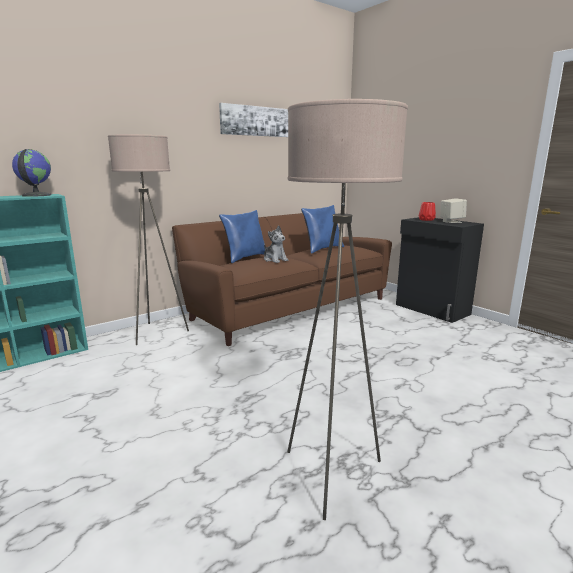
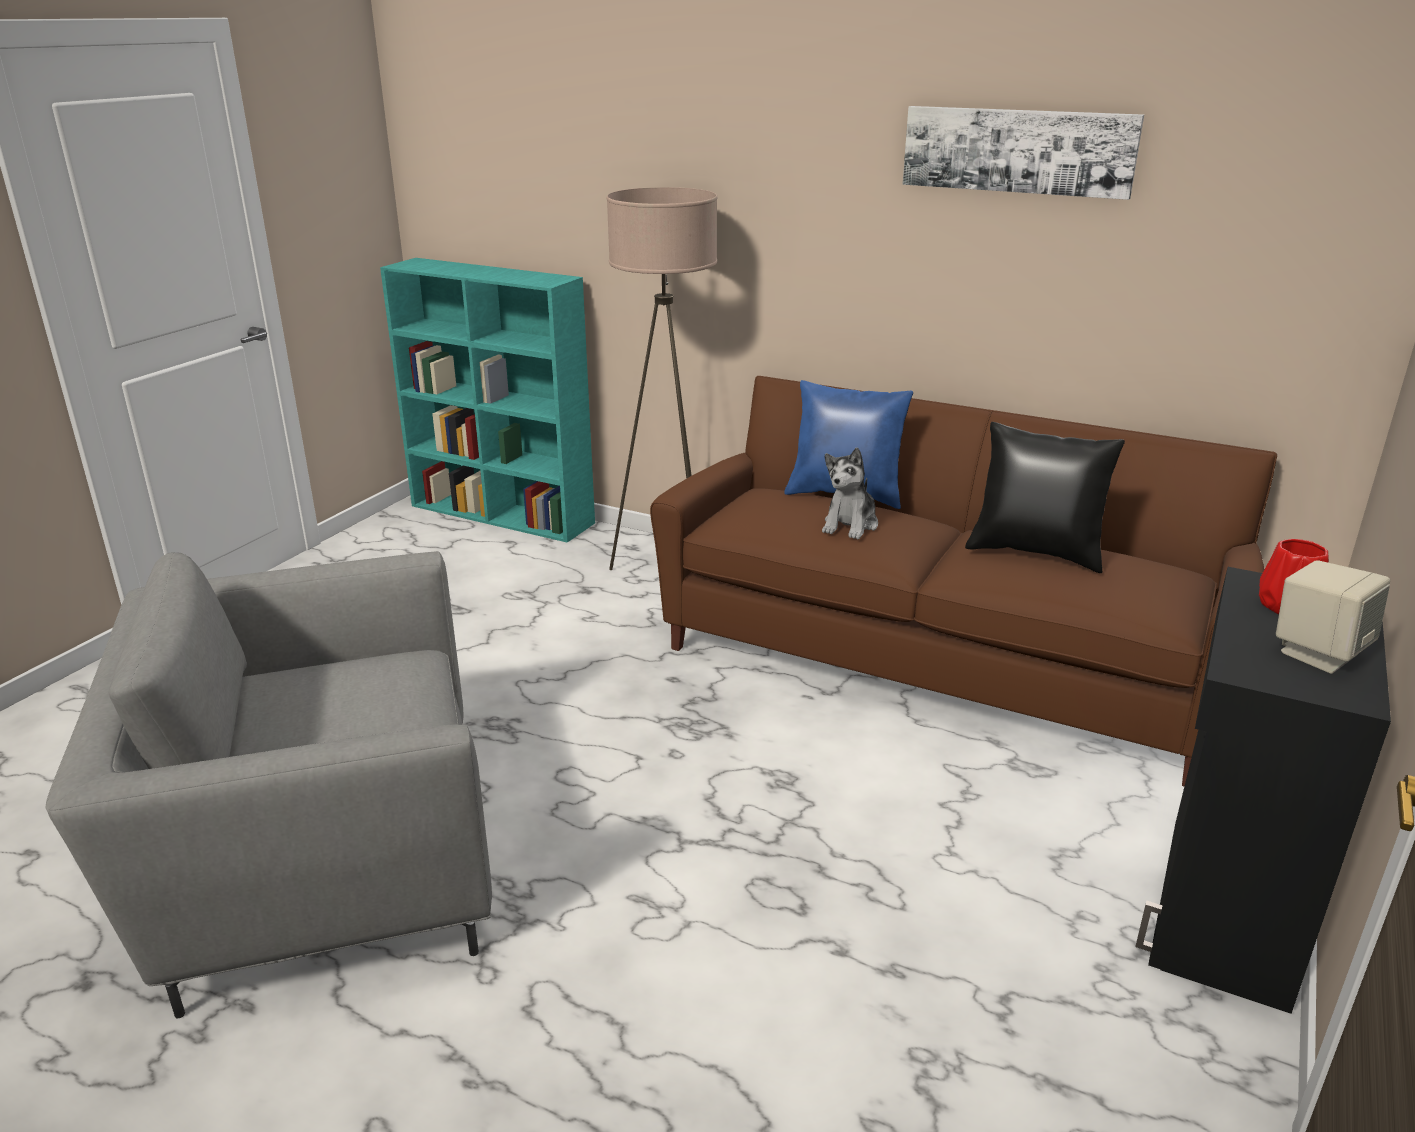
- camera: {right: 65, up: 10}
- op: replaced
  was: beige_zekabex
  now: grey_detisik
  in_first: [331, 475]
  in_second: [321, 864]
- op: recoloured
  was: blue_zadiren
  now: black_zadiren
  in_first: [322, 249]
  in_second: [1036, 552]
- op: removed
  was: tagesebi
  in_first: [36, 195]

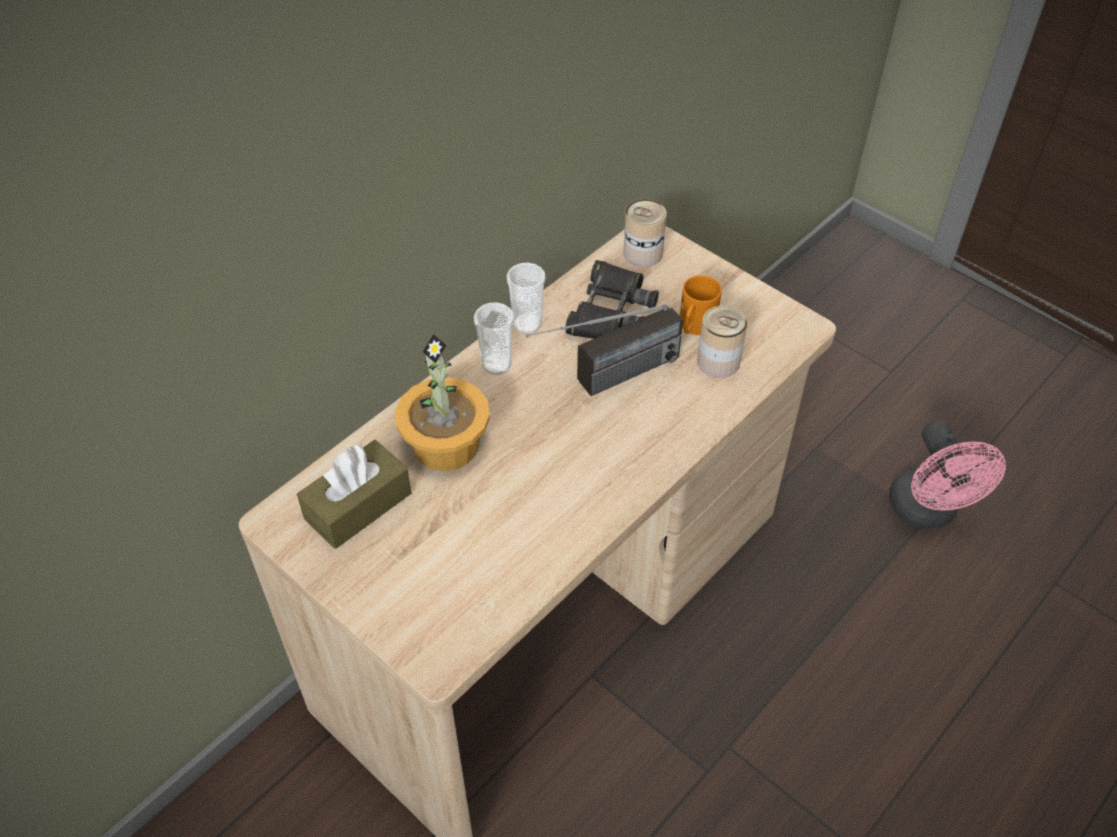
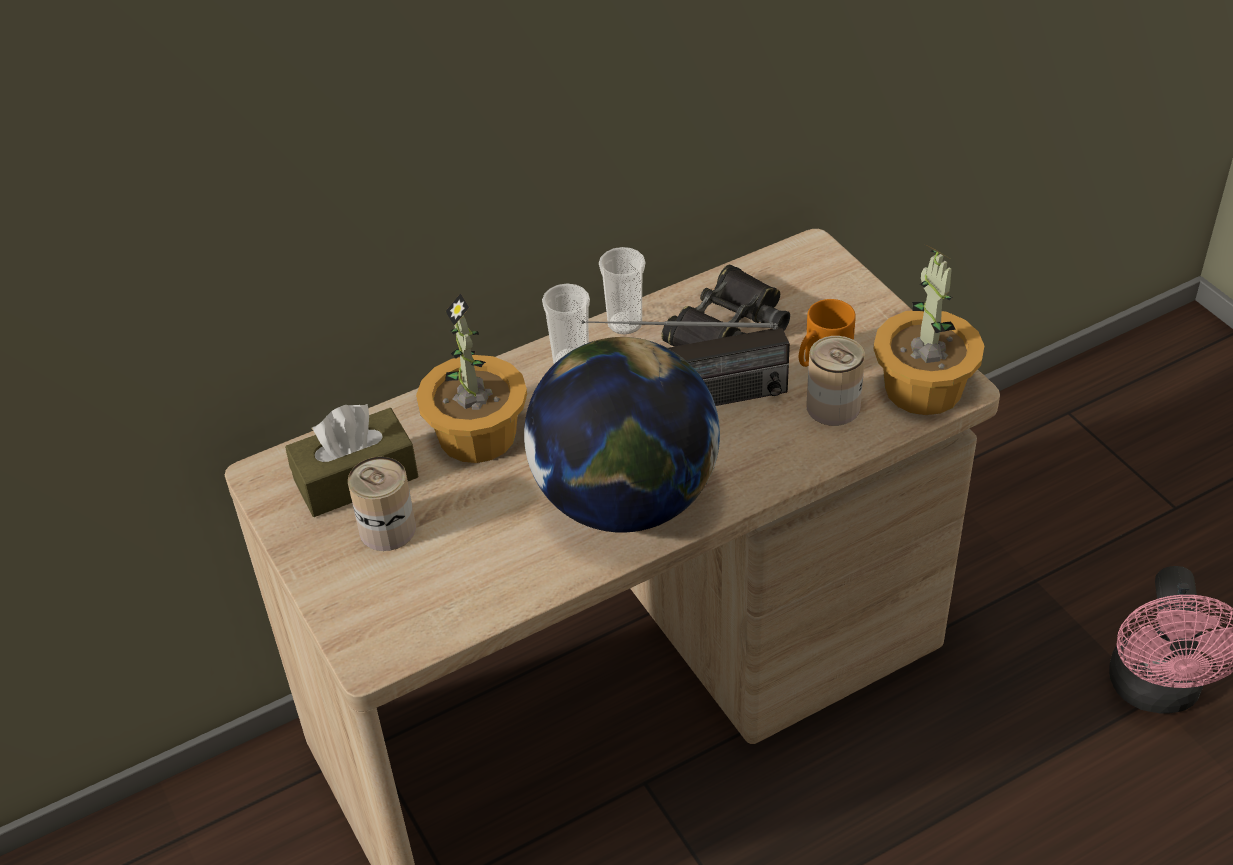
- camera: {right: 20, up: -5}
- op: moved
  was: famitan
  in_first: [643, 253]
  in_second: [387, 529]
- op: added
  now: tagesebi
  in_second: [625, 501]
- op: added
  now: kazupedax
  in_second: [922, 389]

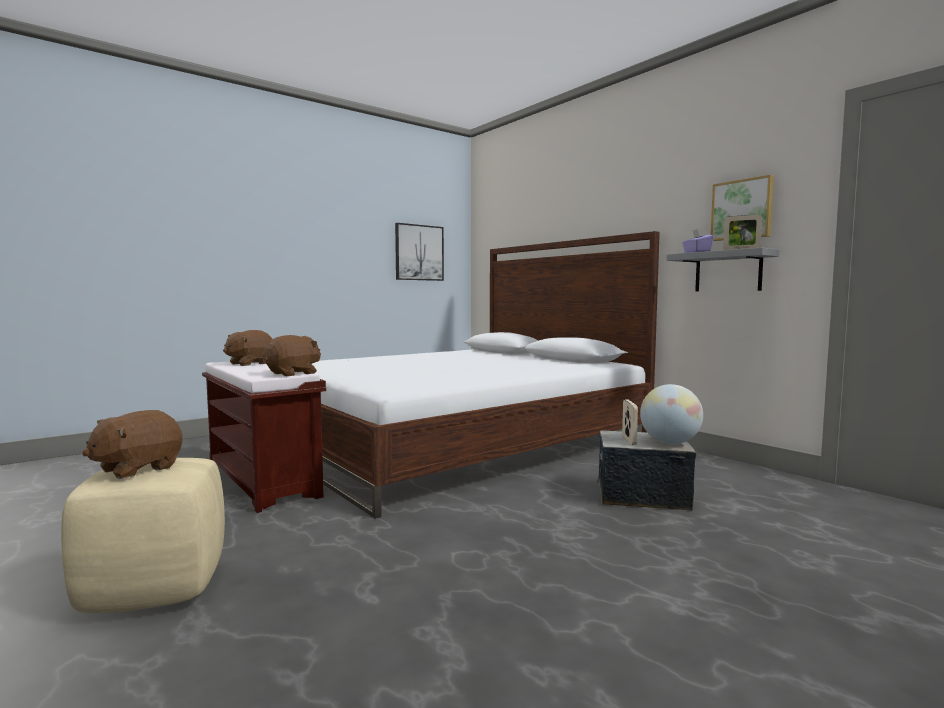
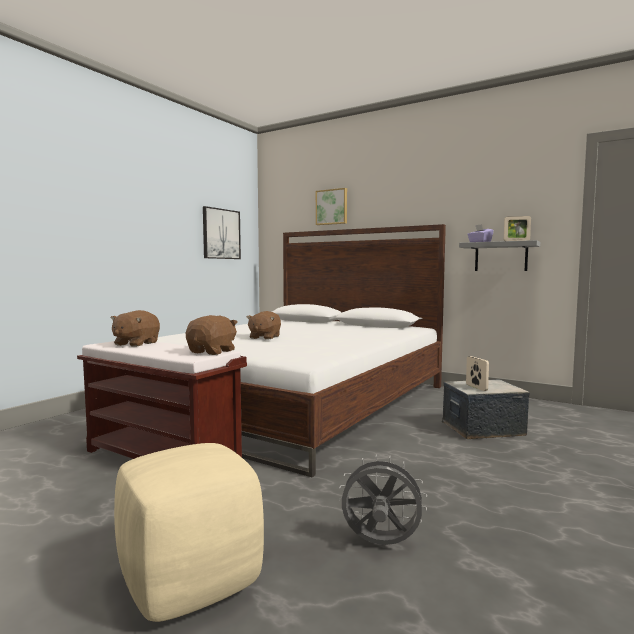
- camera: {right: -20, up: 0}
- op: moved
  was: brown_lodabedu
  in_first: [137, 469]
  in_second: [264, 337]
- op: moved
  was: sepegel
  in_first: [742, 209]
  in_second: [332, 207]
- op: added
  now: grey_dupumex
  in_second: [380, 544]
- op: removed
  was: tagesebi
  in_first: [670, 443]

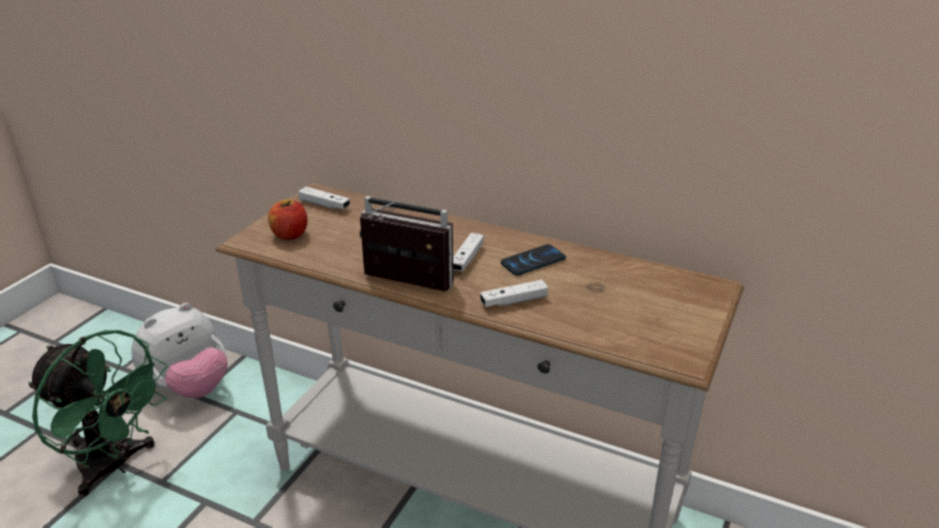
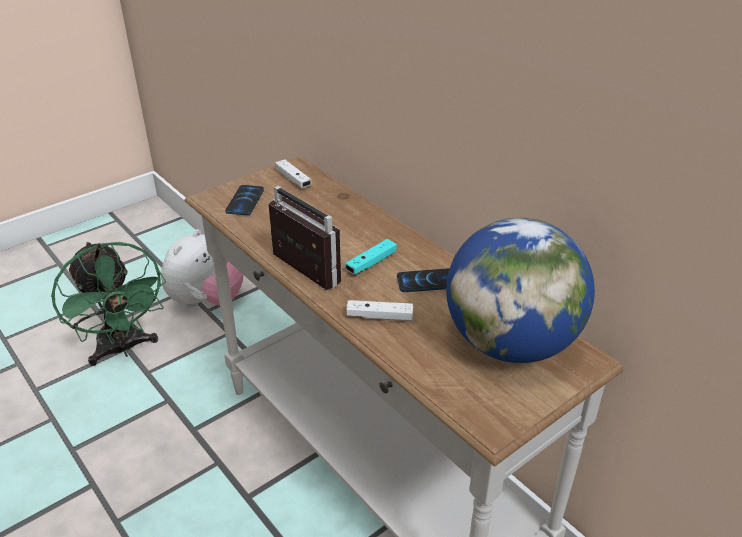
- camera: {right: 25, up: 5}
- op: turned
  was: lodabedu
  in_first: [189, 387]
  in_second: [206, 301]
  clockwise: -45
- op: replaced
  was: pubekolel
  now: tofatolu
  in_first: [290, 235]
  in_second: [245, 201]
- op: recoloured
  was: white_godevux
  now: turquoise_godevux
  in_first: [467, 259]
  in_second: [371, 263]
- op: added
  now: tagesebi
  in_second: [510, 343]

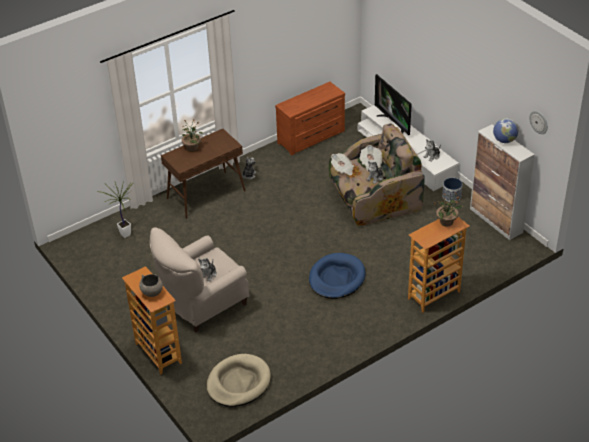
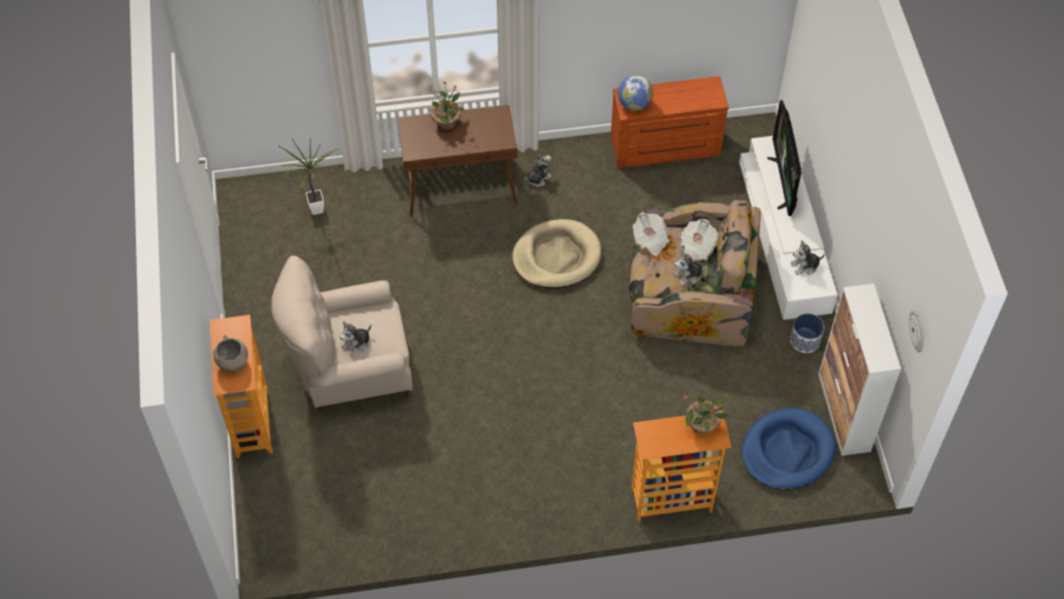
- camera: {right: 25, up: 15}
- op: moved
  was: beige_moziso
  in_first: [238, 383]
  in_second: [556, 257]
- op: moved
  was: tagesebi
  in_first: [504, 140]
  in_second: [634, 104]
- op: moved
  was: blue_moziso
  in_first: [336, 278]
  in_second: [787, 451]

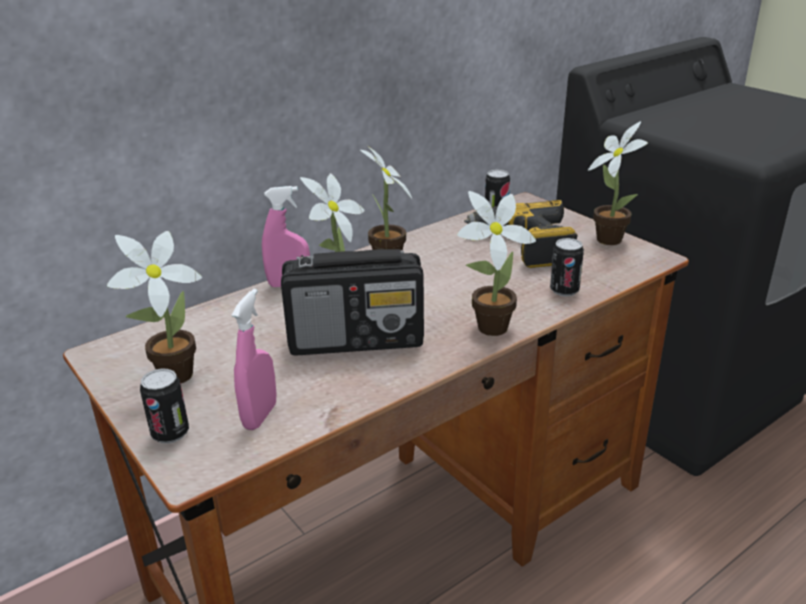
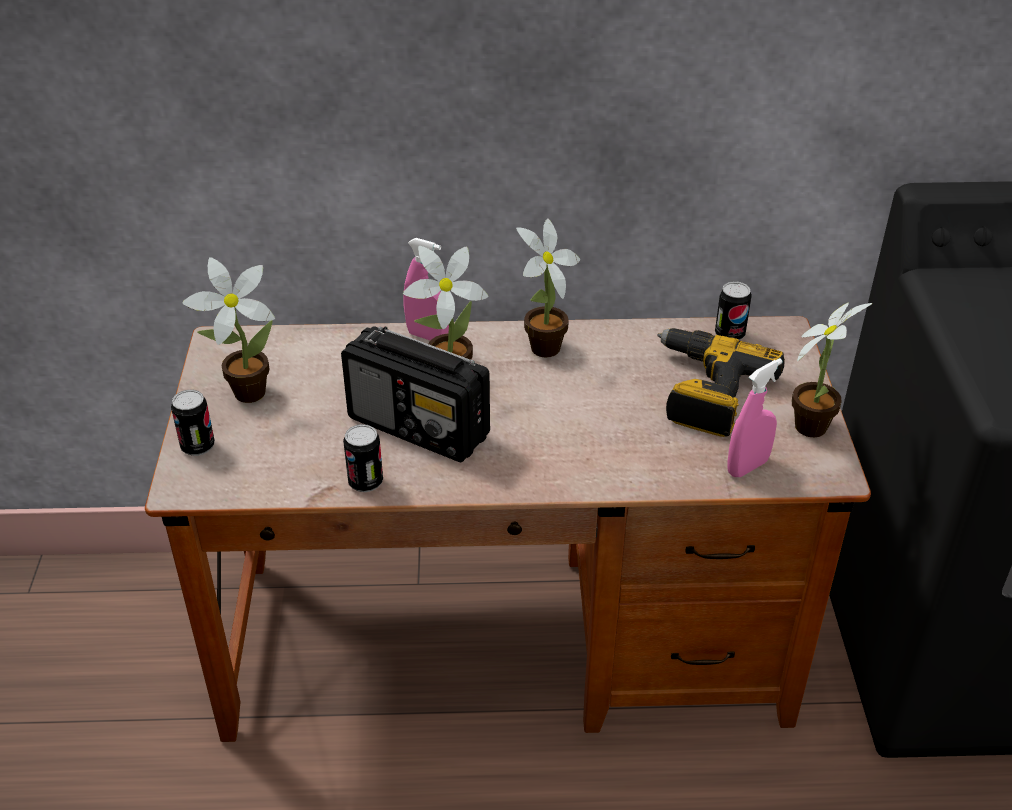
- camera: {right: 35, up: 10}
- op: moved
  was: famitan
  in_first: [564, 290]
  in_second: [365, 482]
- op: moved
  was: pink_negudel
  in_first: [260, 416]
  in_second: [747, 467]
- op: removed
  was: kazupedax
  in_first: [487, 329]

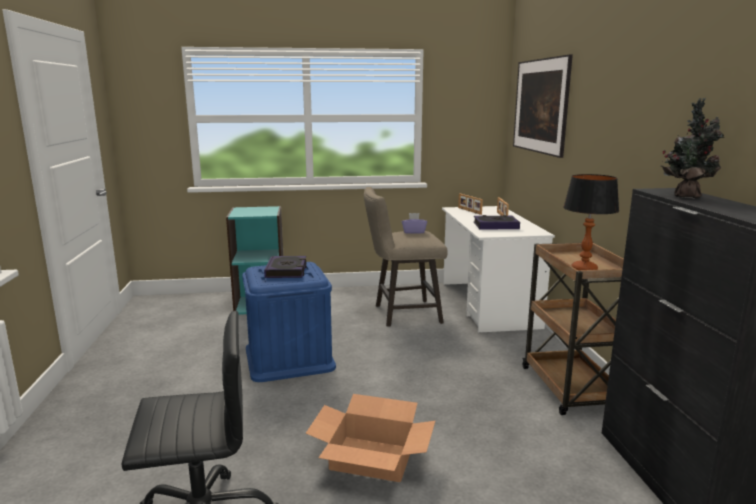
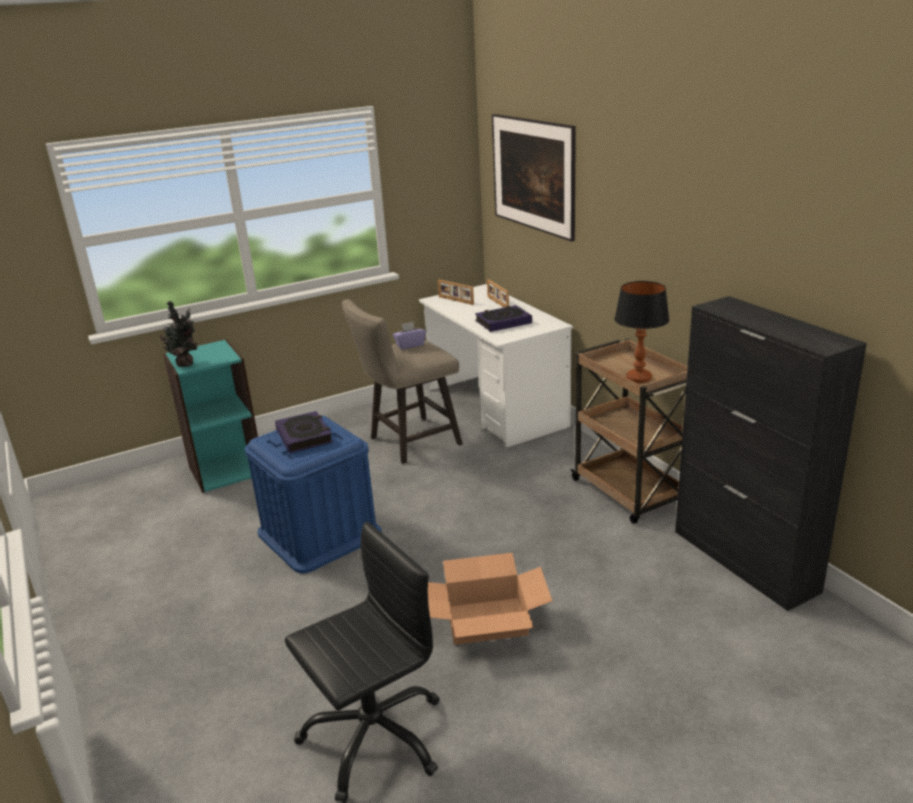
- camera: {right: -20, up: 10}
- op: moved
  was: kazupedax
  in_first: [686, 196]
  in_second: [185, 363]

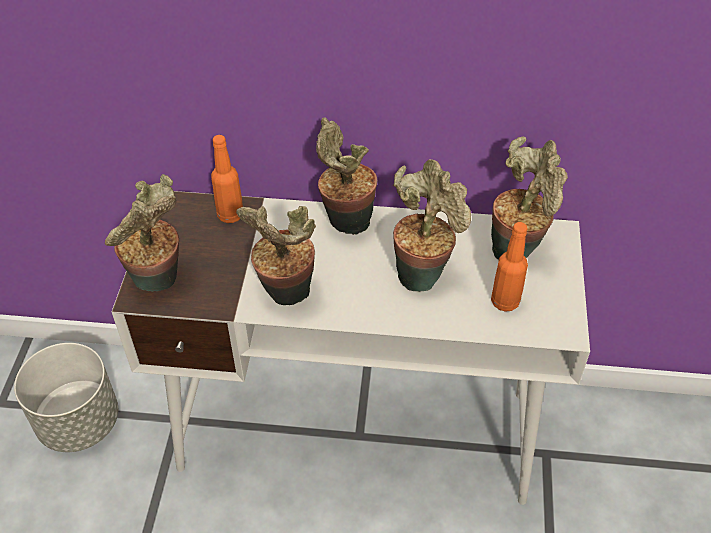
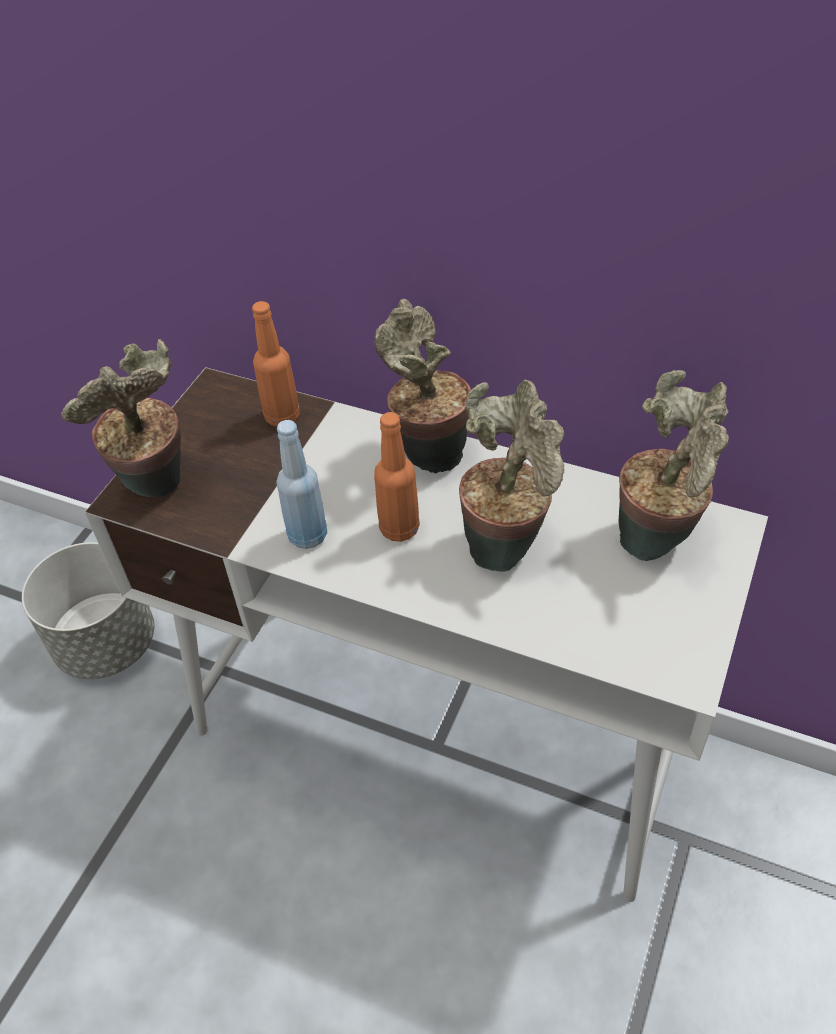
- camera: {right: 20, up: 0}
- op: replaced
  was: kazupedax
  now: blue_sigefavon
  in_first: [284, 294]
  in_second: [307, 535]
- op: moved
  was: orange_sigefavon
  in_first: [504, 302]
  in_second: [399, 528]

